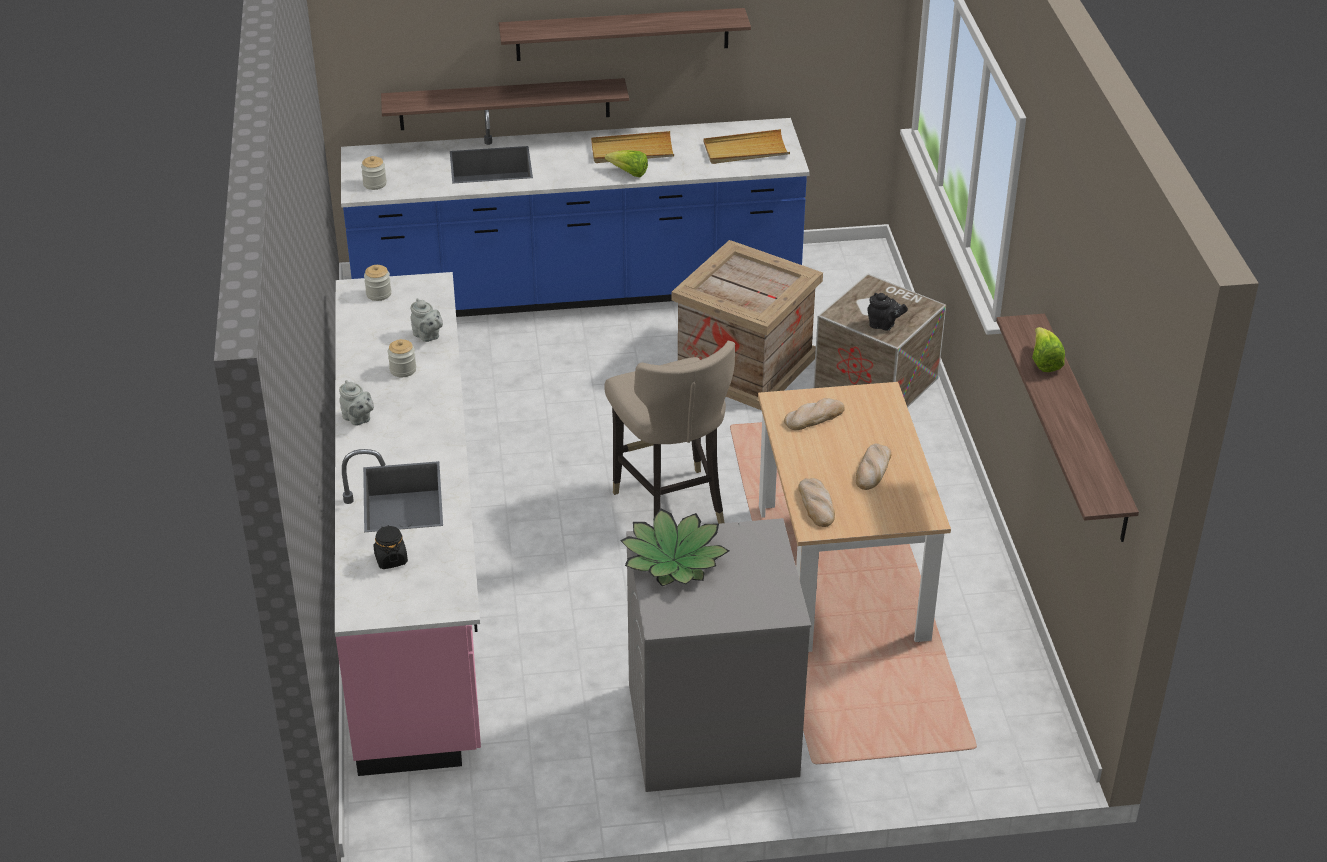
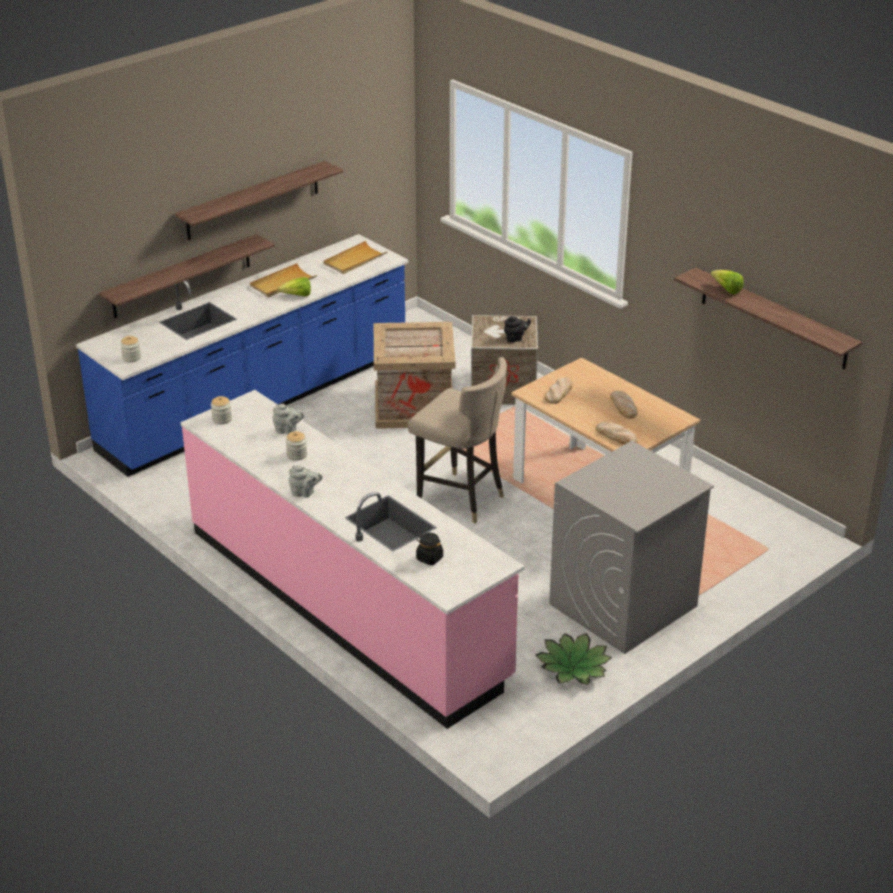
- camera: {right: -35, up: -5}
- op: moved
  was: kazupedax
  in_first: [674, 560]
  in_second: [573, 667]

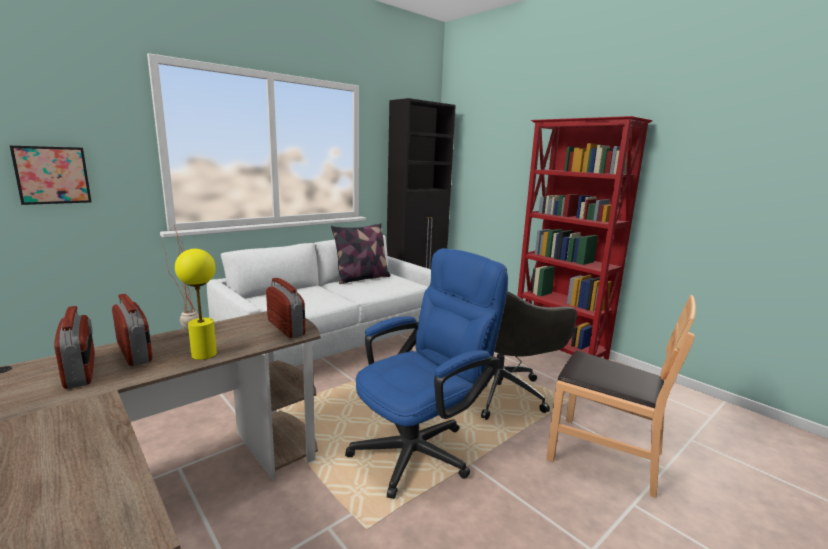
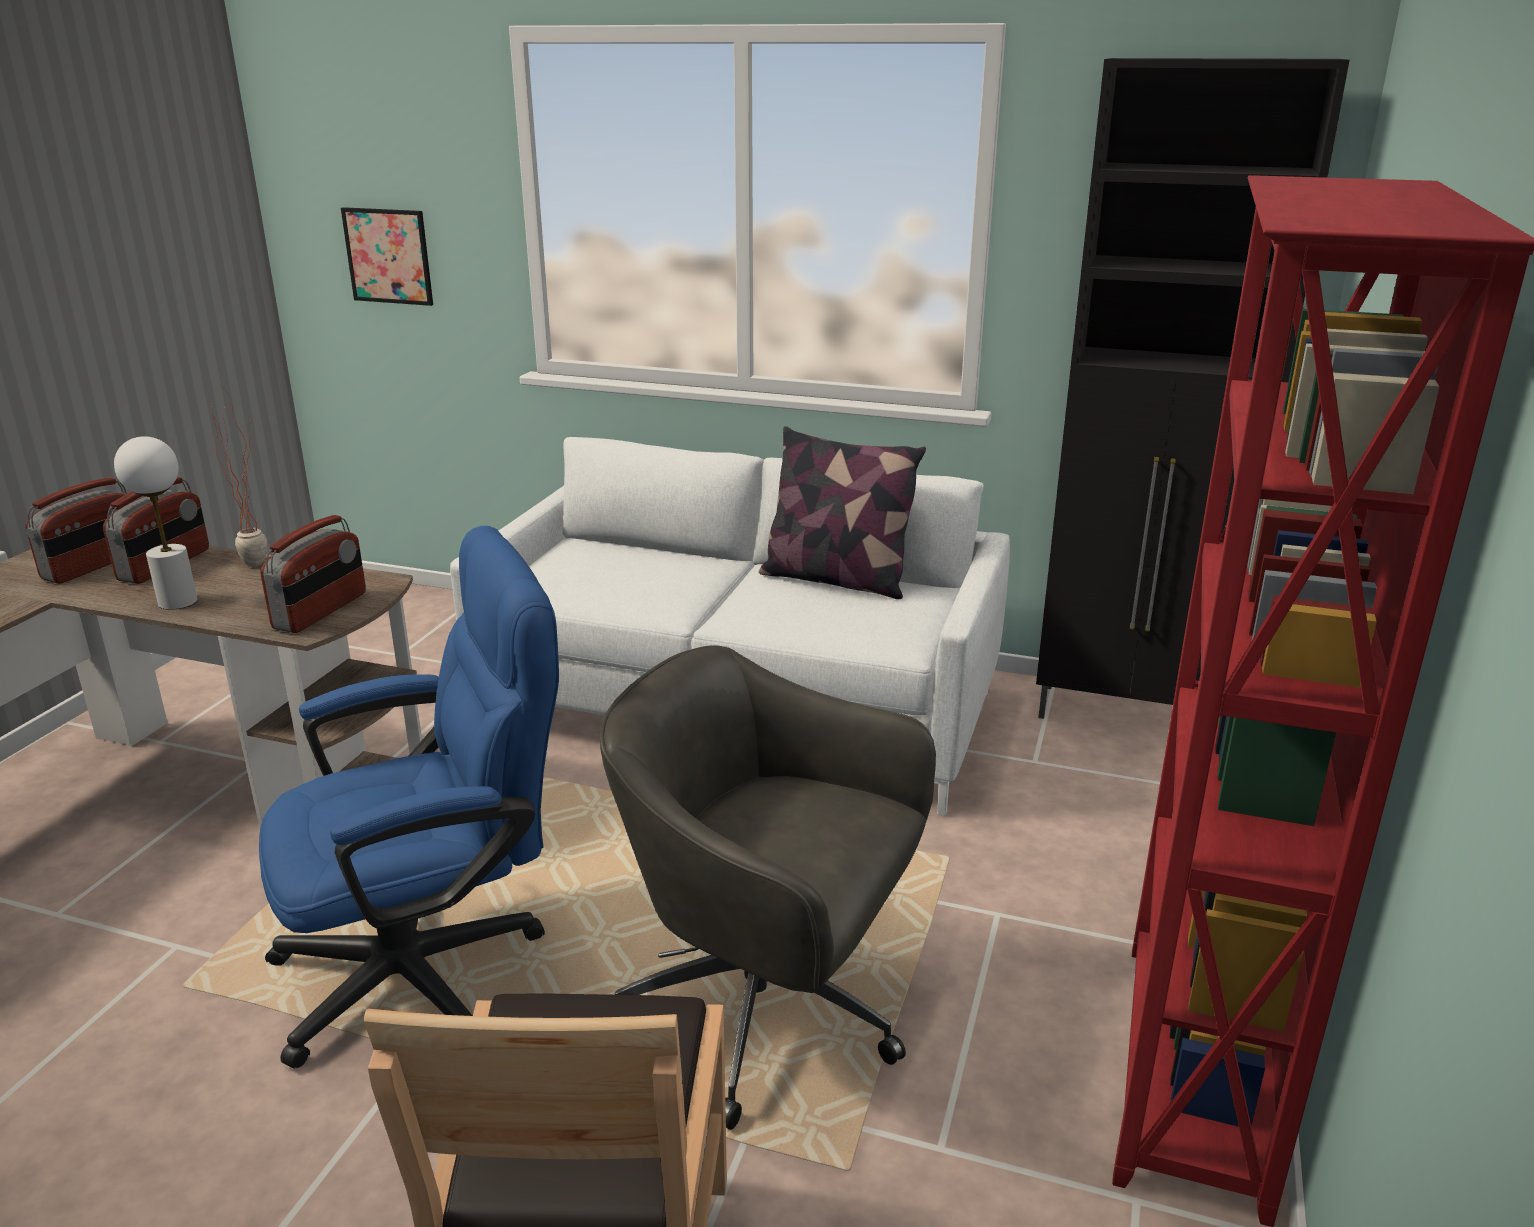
- camera: {right: 60, up: 10}
- op: recoloured
  was: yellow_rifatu
  now: white_rifatu
  in_first: [204, 354]
  in_second: [177, 602]
- op: turned
  was: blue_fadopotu
  in_first: [422, 448]
  in_second: [434, 967]
  clockwise: -45

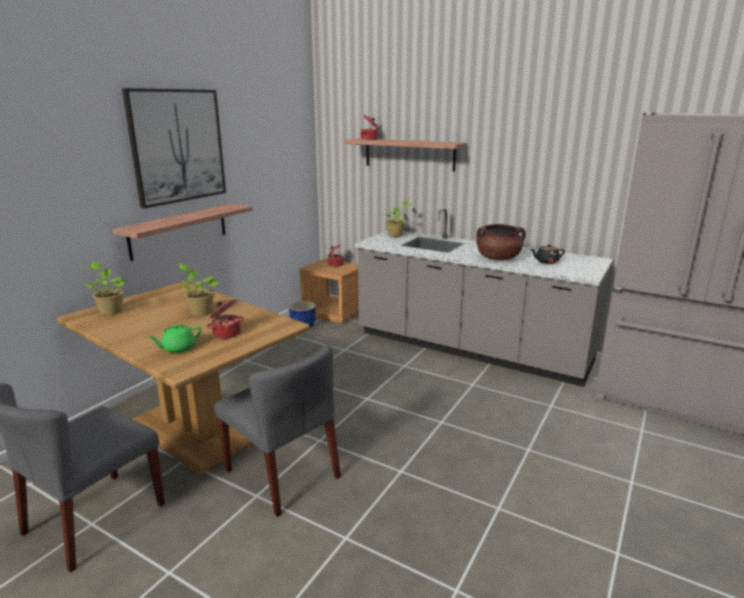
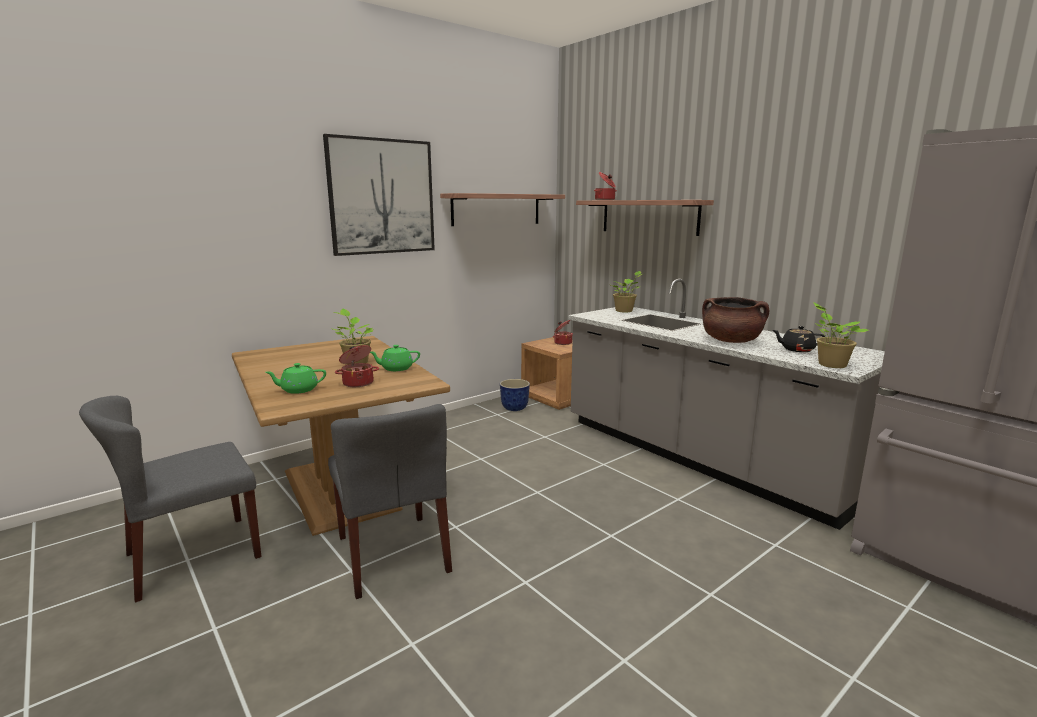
- camera: {right: 20, up: -5}
- op: added
  now: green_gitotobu
  in_second: [396, 368]
- op: moved
  was: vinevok
  in_first: [179, 230]
  in_second: [496, 209]
- op: moved
  was: kazupedax
  in_first: [110, 311]
  in_second: [830, 364]

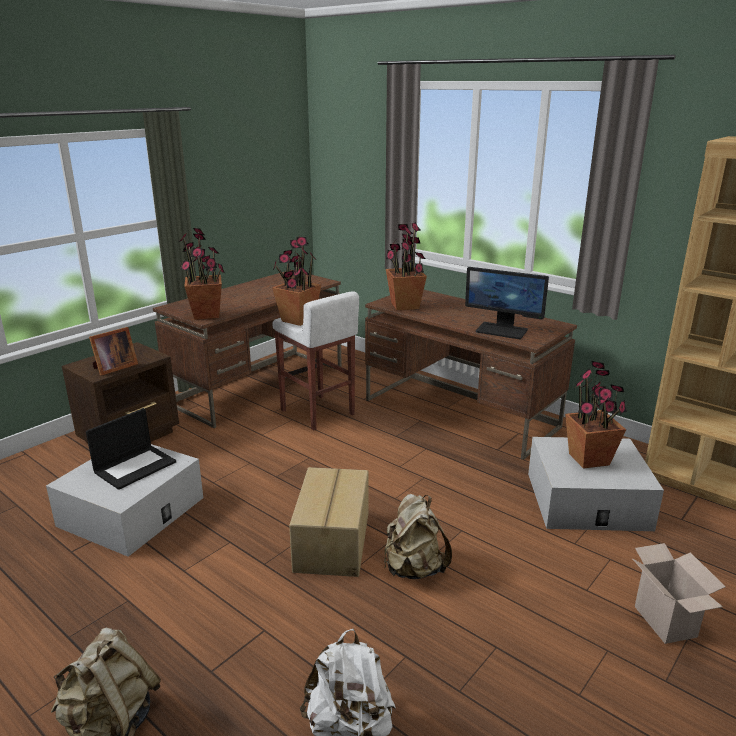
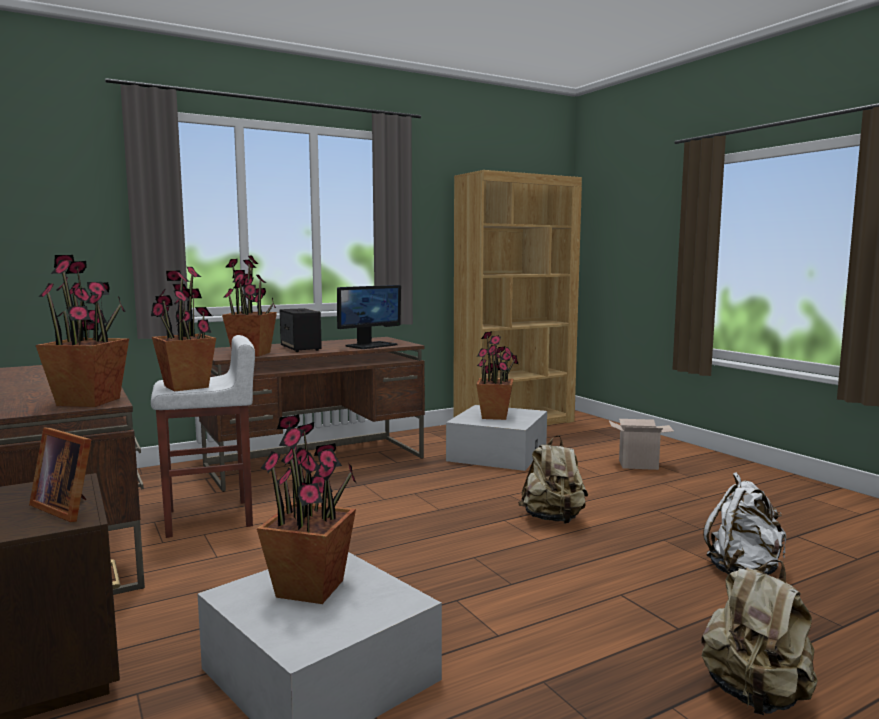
- camera: {right: -70, up: -15}
- op: turned
  was: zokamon
  in_first: [113, 368]
  in_second: [68, 508]
  clockwise: 150
- op: replaced
  was: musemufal
  now: kazupedax
  in_first: [135, 466]
  in_second: [311, 588]
- op: added
  now: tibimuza
  in_second: [301, 348]
- op: removed
  was: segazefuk
  in_first: [334, 541]

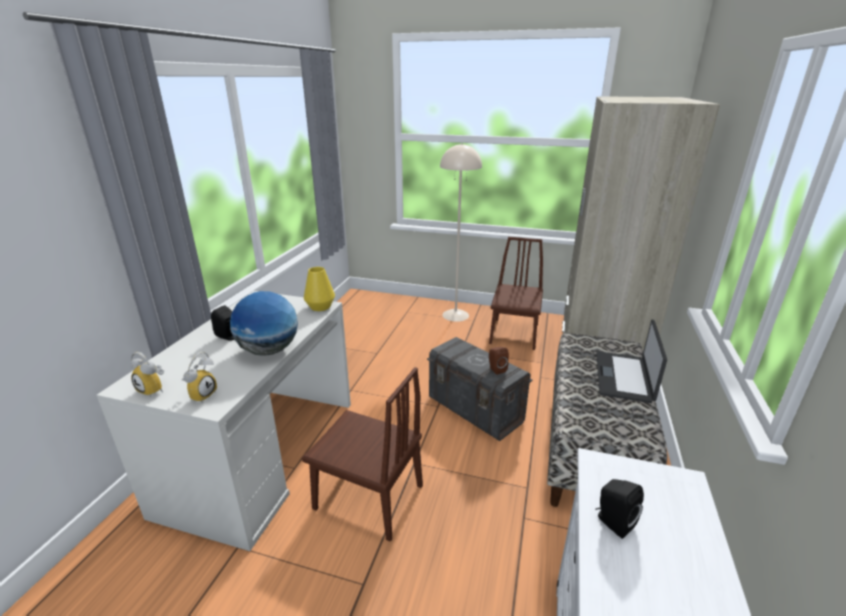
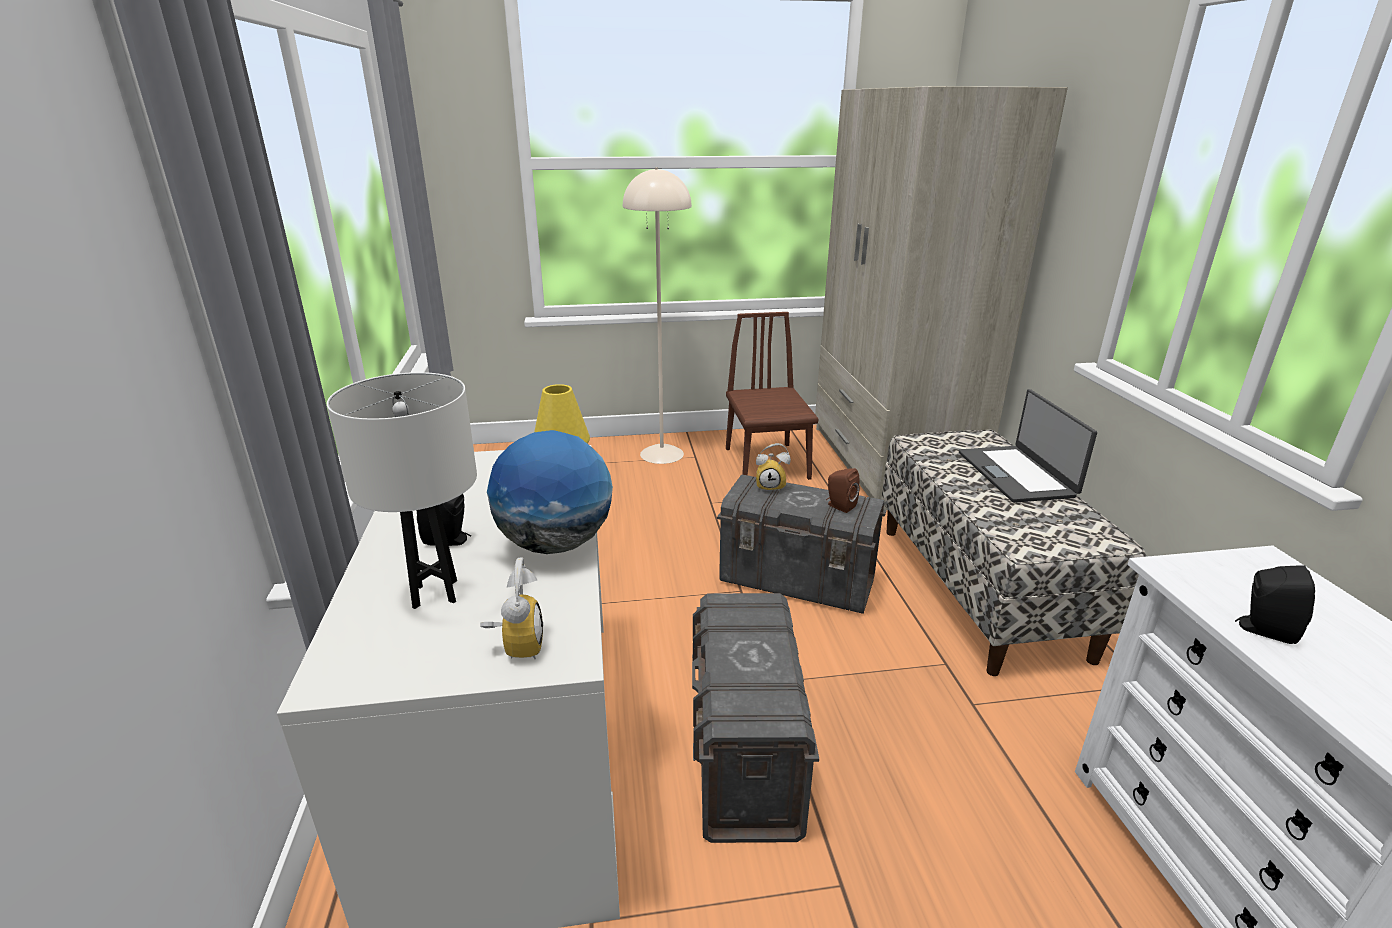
- camera: {right: -25, up: 0}
- op: added
  now: white_rifatu
  in_second: [434, 594]
- op: replaced
  was: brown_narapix
  now: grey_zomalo
  in_first: [368, 497]
  in_second: [745, 755]
- op: moved
  was: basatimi
  in_first: [155, 389]
  in_second: [771, 486]

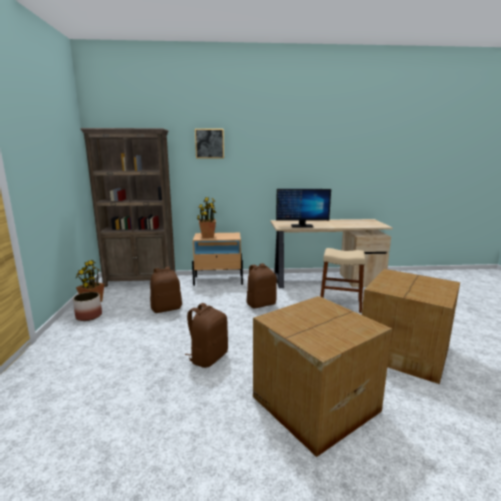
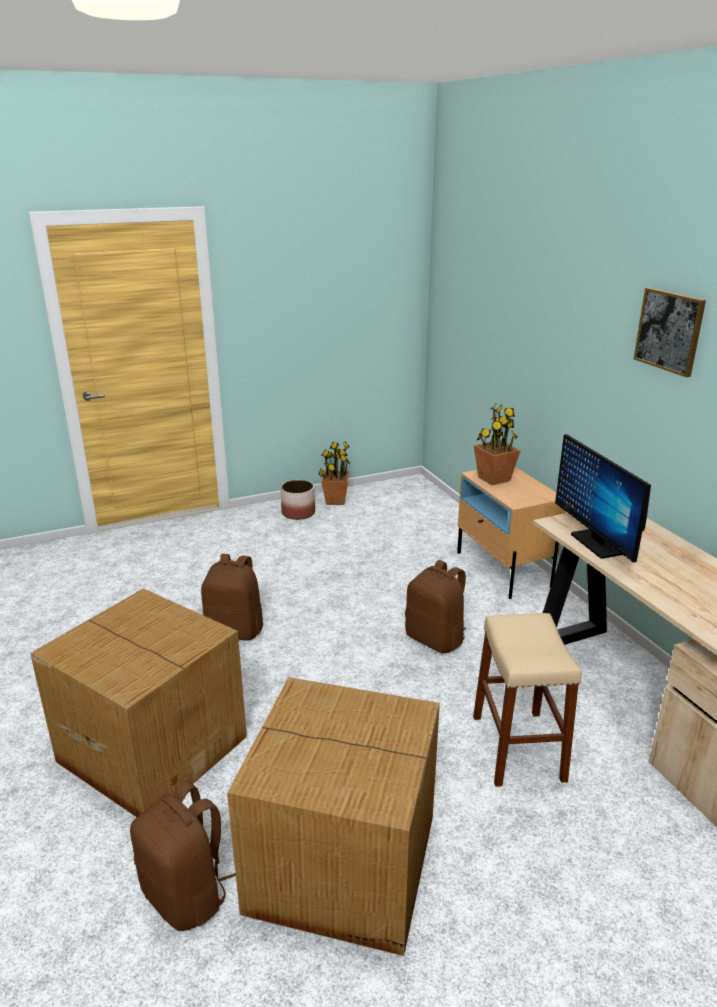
- camera: {right: 70, up: 10}
- op: moved
  was: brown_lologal
  in_first: [167, 308]
  in_second: [187, 895]
- op: moved
  was: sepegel
  in_first: [209, 143]
  in_second: [669, 331]
- op: removed
  was: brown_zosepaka
  in_first: [141, 281]

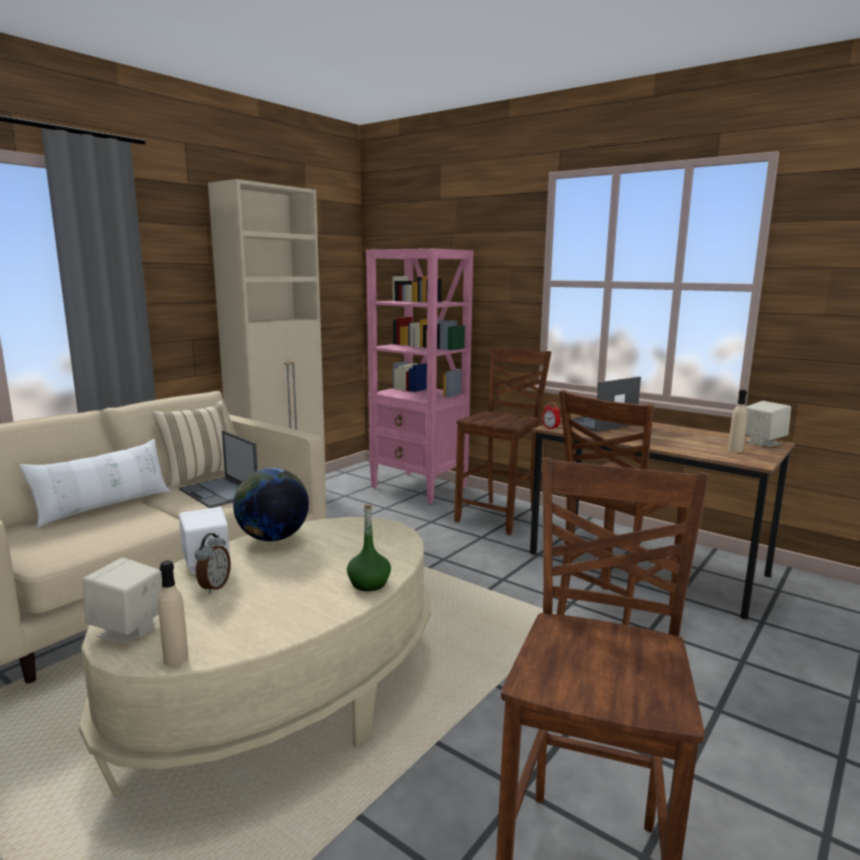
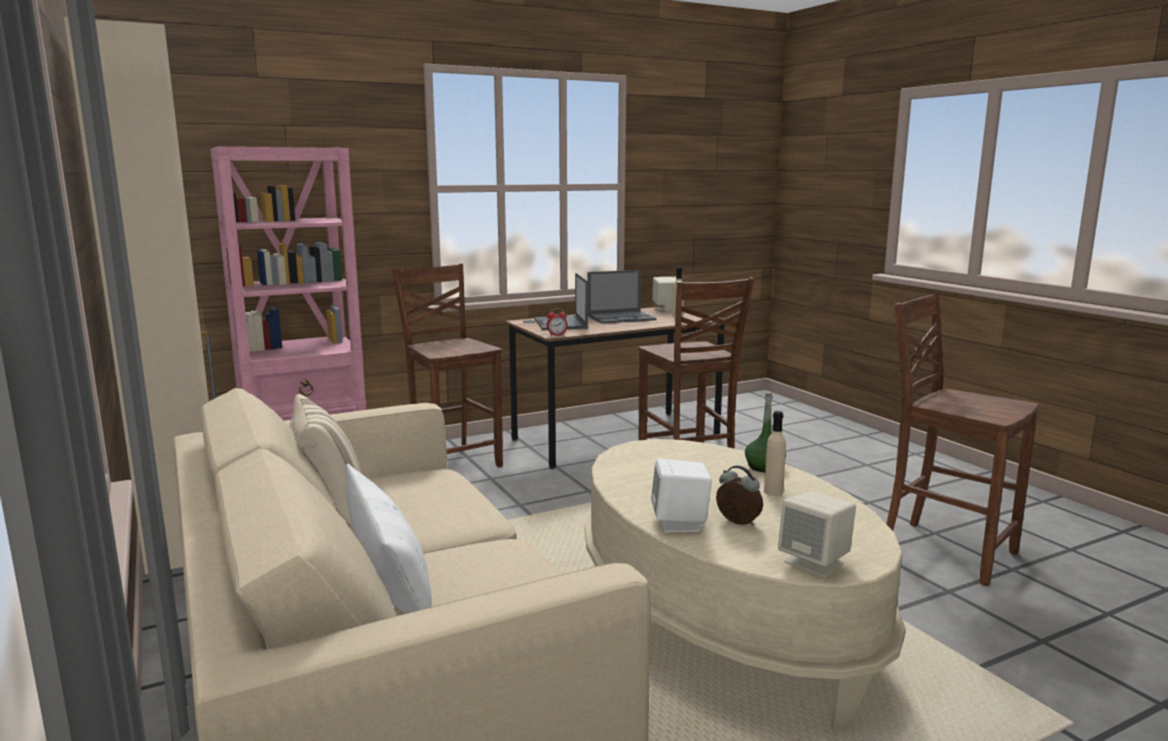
- camera: {right: -65, up: 0}
- op: moved
  was: musemufal
  in_first: [220, 493]
  in_second: [622, 318]
- op: moved
  was: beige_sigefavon
  in_first: [176, 658]
  in_second: [773, 492]
- op: removed
  was: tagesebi
  in_first: [272, 538]

